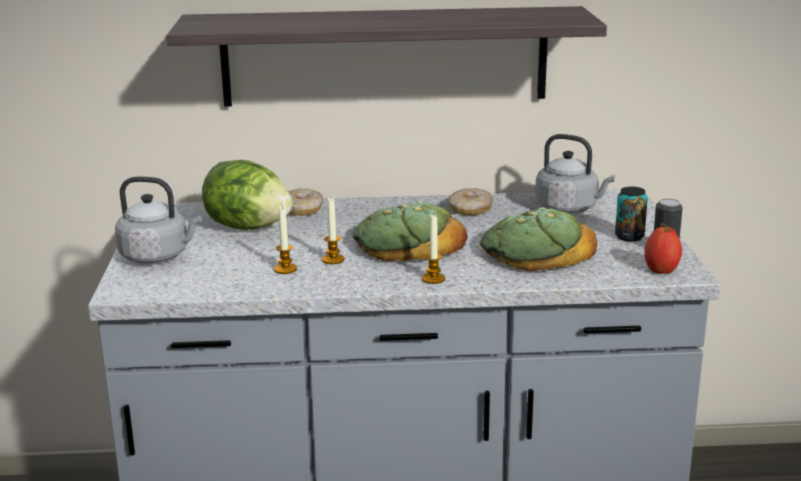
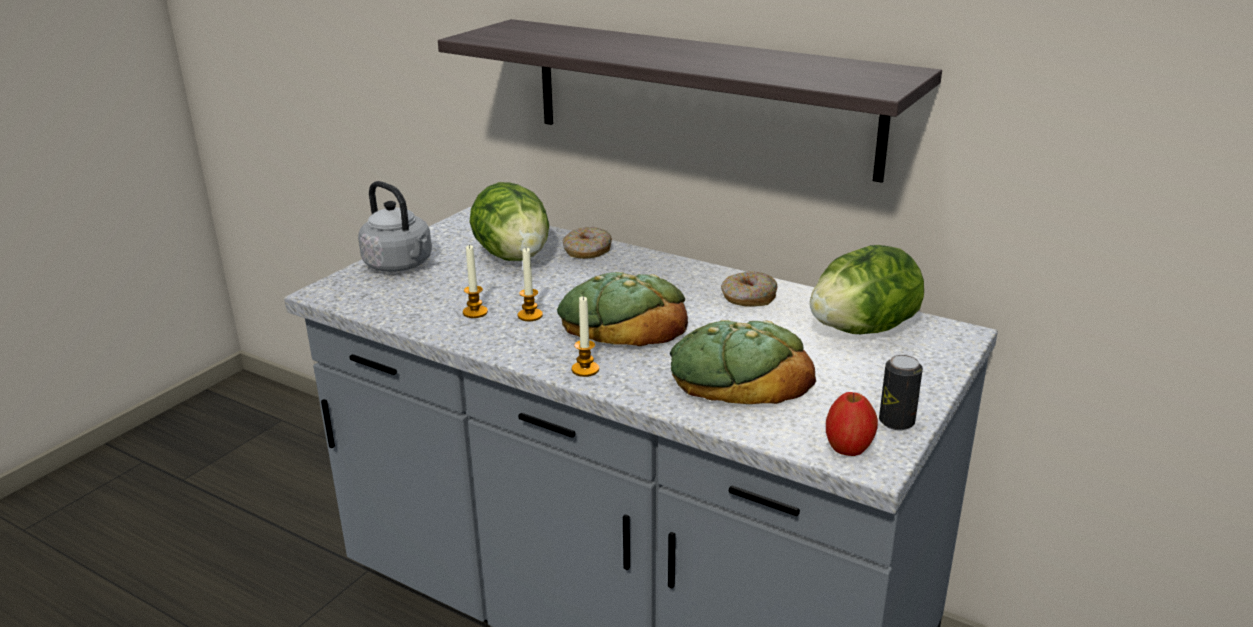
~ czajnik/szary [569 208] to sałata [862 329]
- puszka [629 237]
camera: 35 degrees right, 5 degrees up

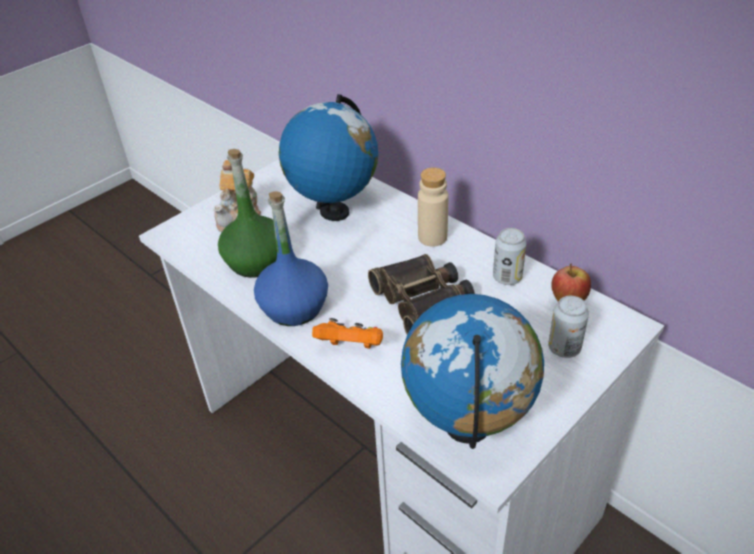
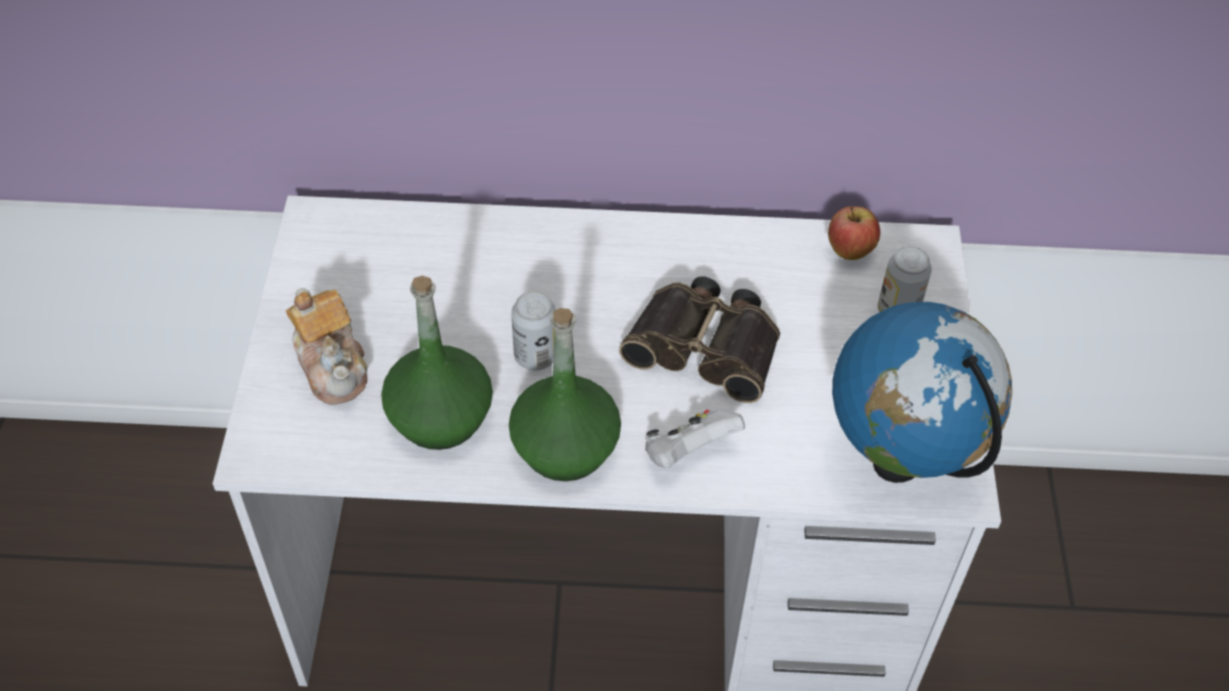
~ butelka/niebieski [294 307] to butelka/zielony [564 447]
- globus [334 212]
~ pad do gier/pomarańczowy [351 347] to pad do gier/biały [688 453]
- butelka/beżowy [432 237]
~ puszka [507 277] to [535 356]
camera: 45 degrees left, 10 degrees up

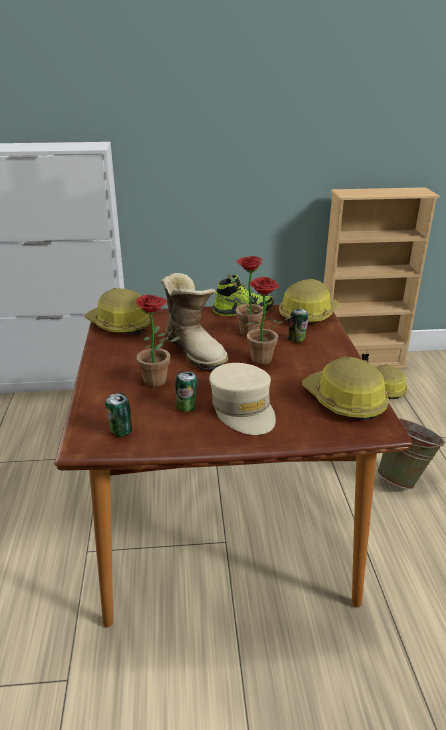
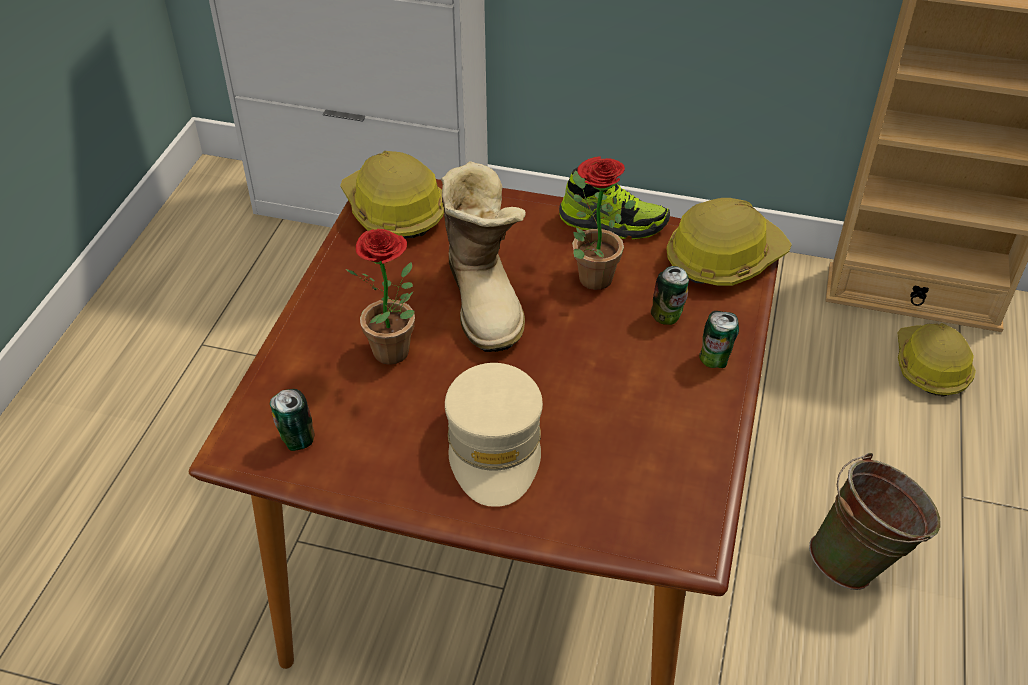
~ puszka [186 408] to [715 361]
- roślina doniczkowa [262 362]
- kask [344 401]
camera: 20 degrees right, 15 degrees up

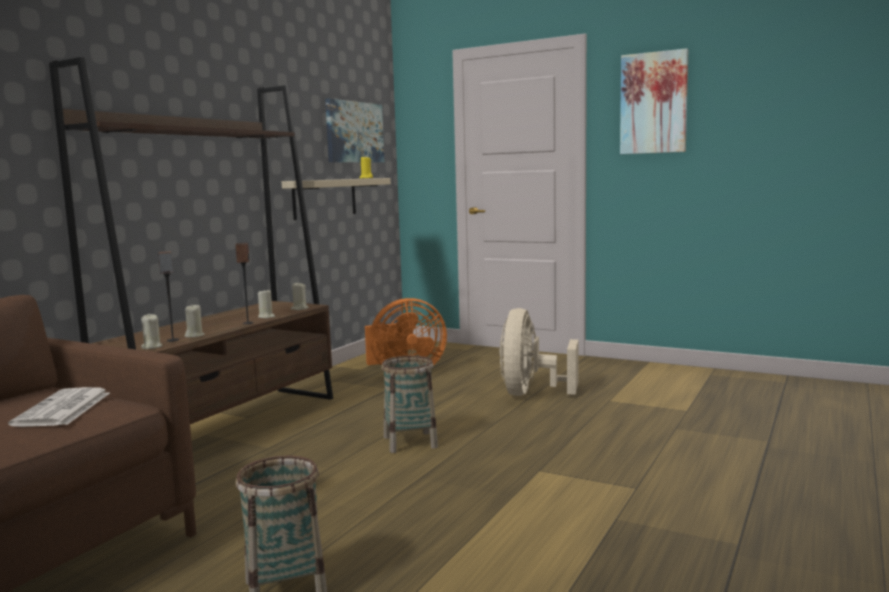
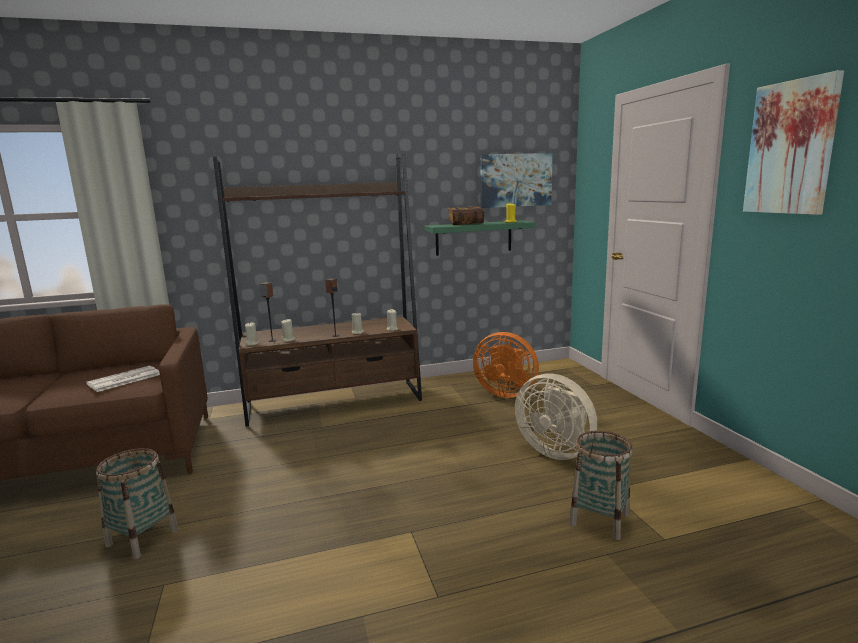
~ półka/beżowy [325 198] to półka/zielony [473 238]
~ koszyk [410 442] to [600 519]
~ wentylator/beżowy [530 393] = [556 450] 105 degrees counterclockwise
+ książka [465 224]
camera: 45 degrees right, 5 degrees up

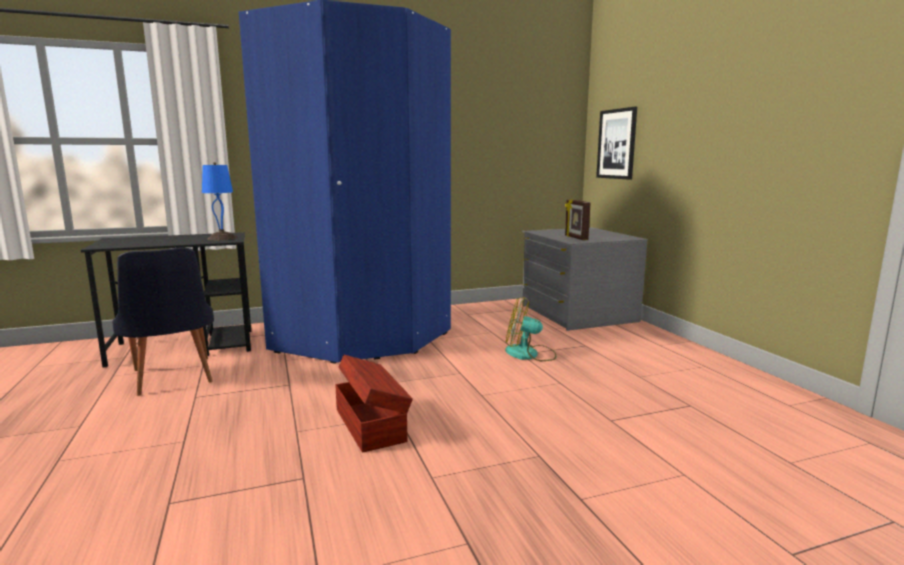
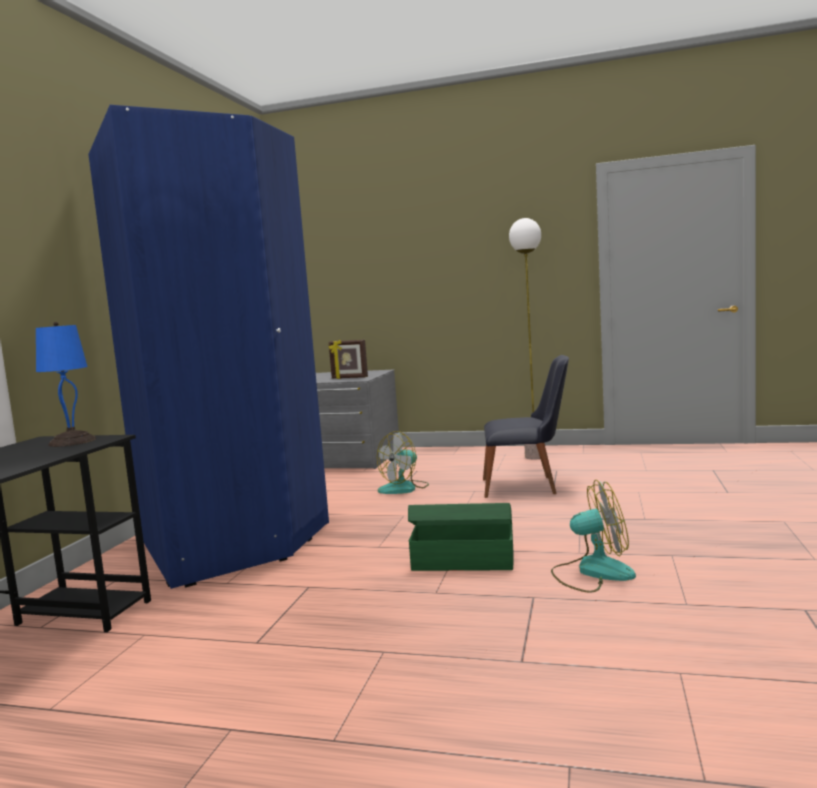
~ krzesło/czarny [172 379] to [527 486]
~ pojemnik do przechowywania/brązowy [371 424] to pojemnik do przechowywania/zielony [462 560]
- obraz [617 144]
+ lampa stojąca [534 457]
+ wentylator [592 572]
camera: 55 degrees left, 5 degrees down

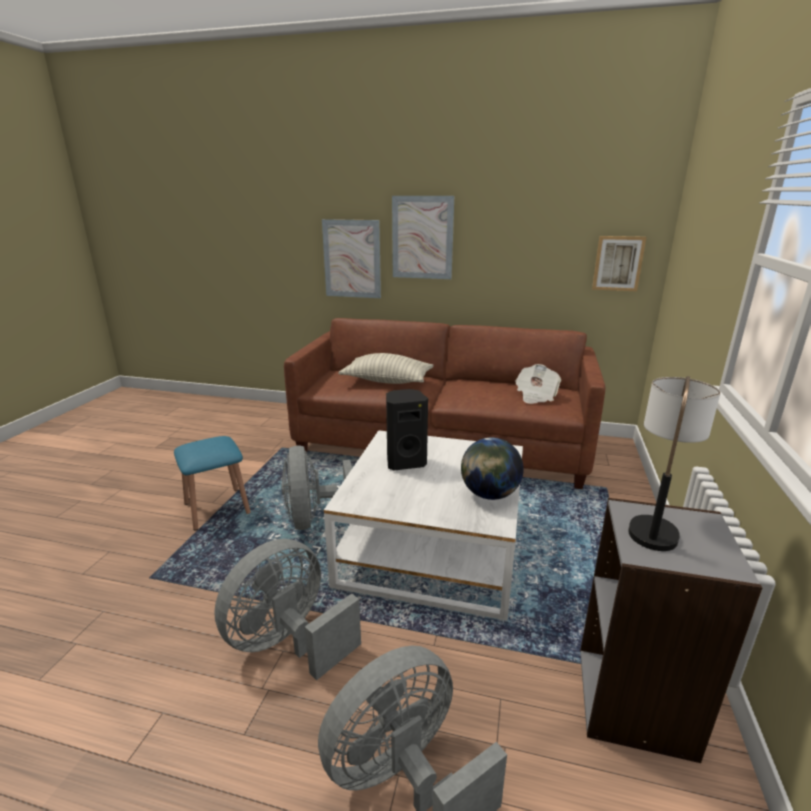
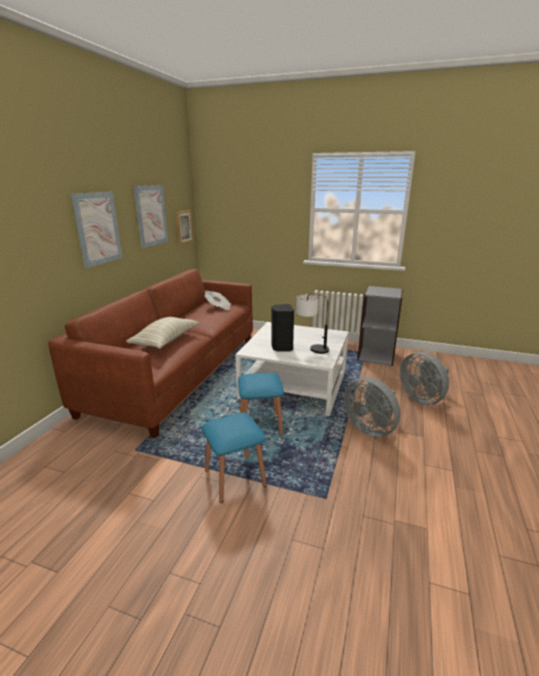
~ wentylator/szary [314 519] to stołek/niebieski [260 425]
~ obraz [352 259] to [151 216]
- globus [489 494]
~ lampa stołowa [655 521] to [311 347]
camera: 85 degrees left, 0 degrees up

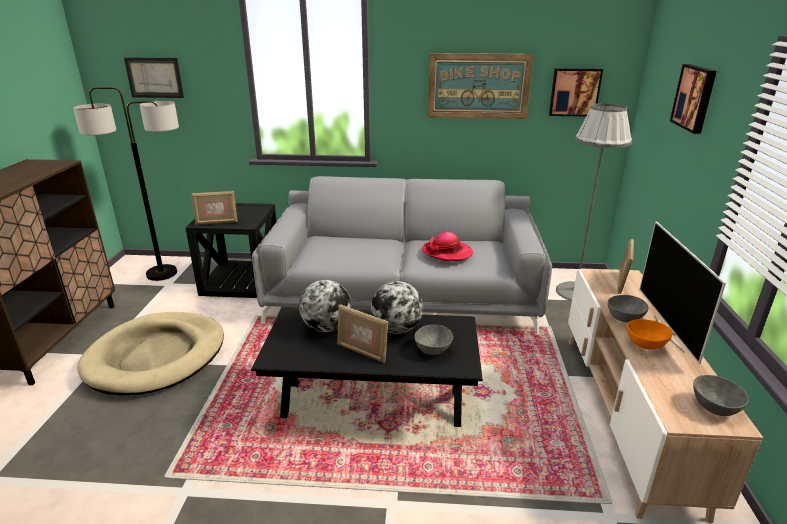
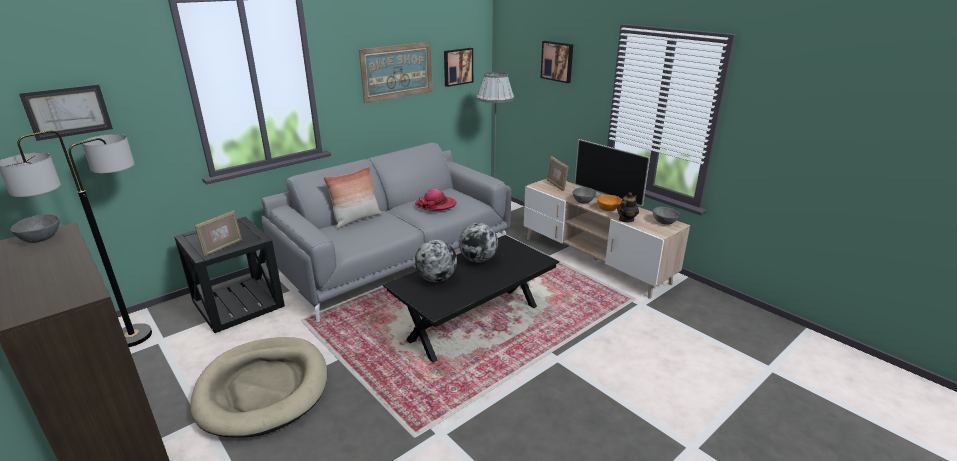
- ramka na zdjęcie [362 352]
~ miska/szary [433 349] to [42 238]
+ poduszka [356 219]
+ imbryk [626 220]
camera: 45 degrees left, 0 degrees up

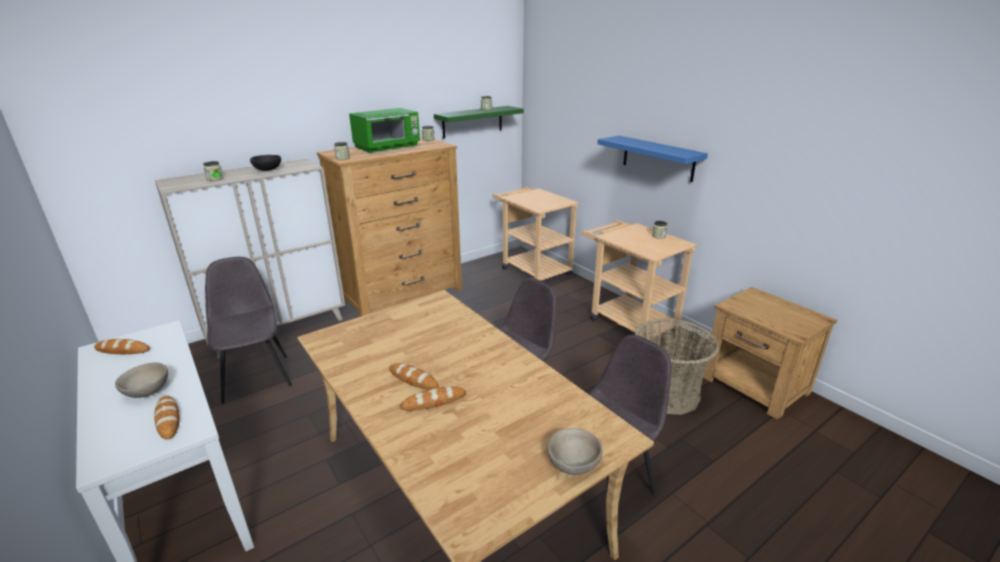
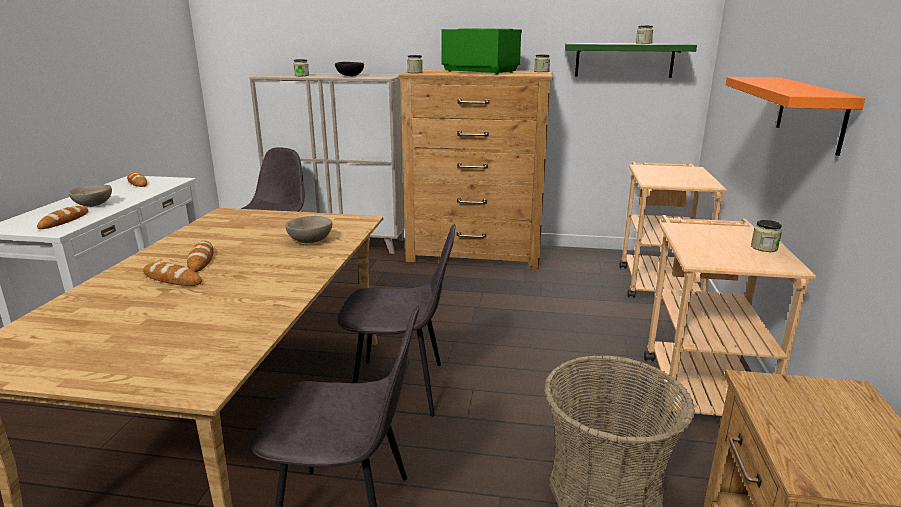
~ mikrofalówka/zielony [388 147] = [480 72] 150 degrees counterclockwise
~ miska/beżowy [573 463] to [311 241]
~ półka/niebieski [658 158] to półka/pomarańczowy [810 113]
camera: 45 degrees right, 5 degrees down

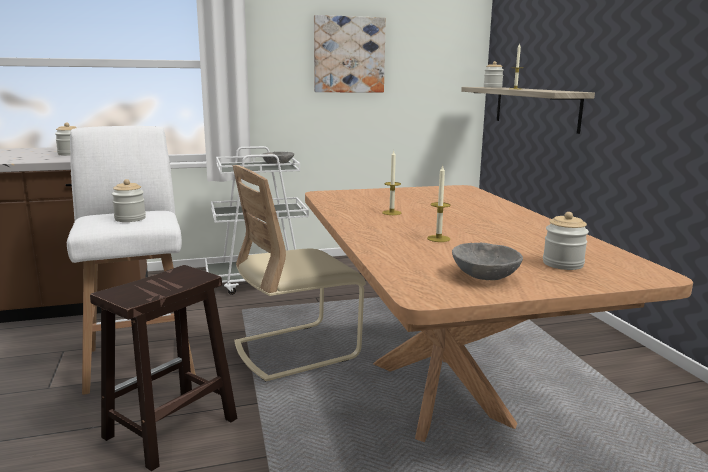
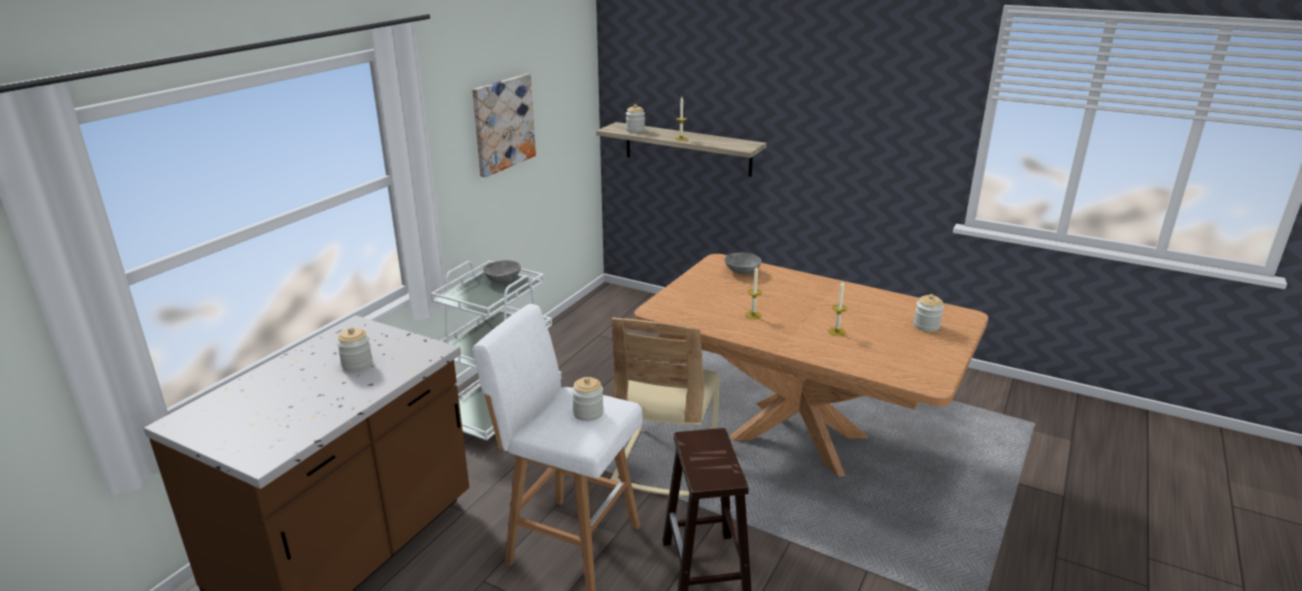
~ miska/szary [483 276] to [741 271]
camera: 45 degrees left, 10 degrees up

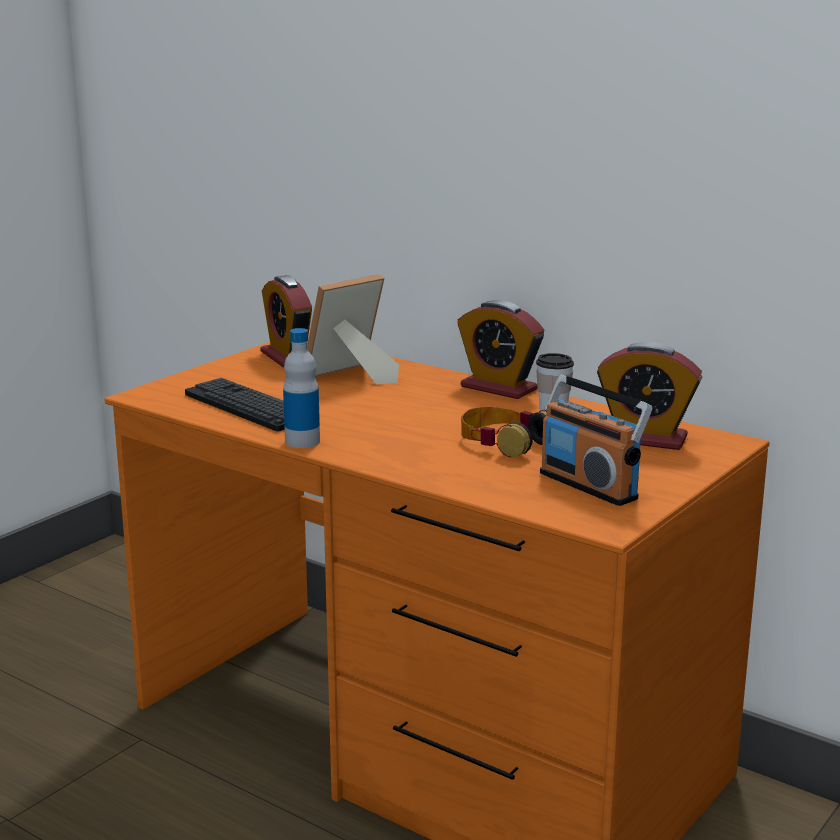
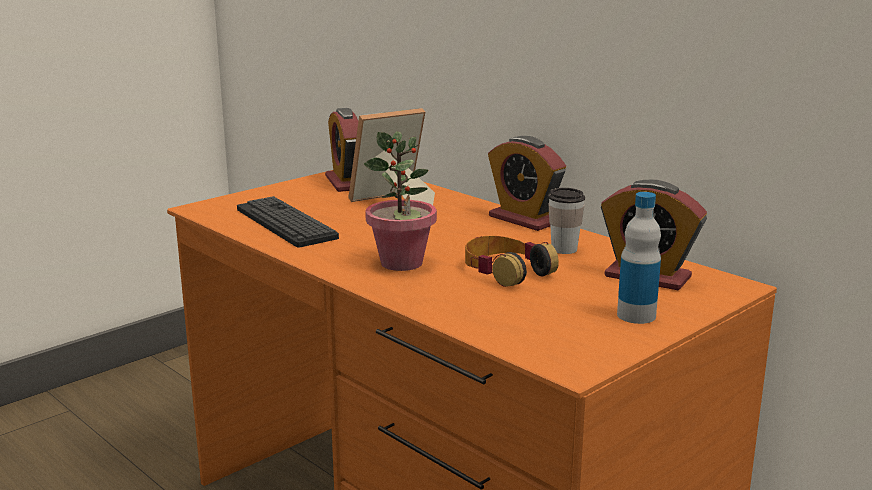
~ butelka [302 441] to [636 315]
- radio [589 485]
+ roślina doniczkowa [402 263]
camera: 10 degrees right, 0 degrees up

